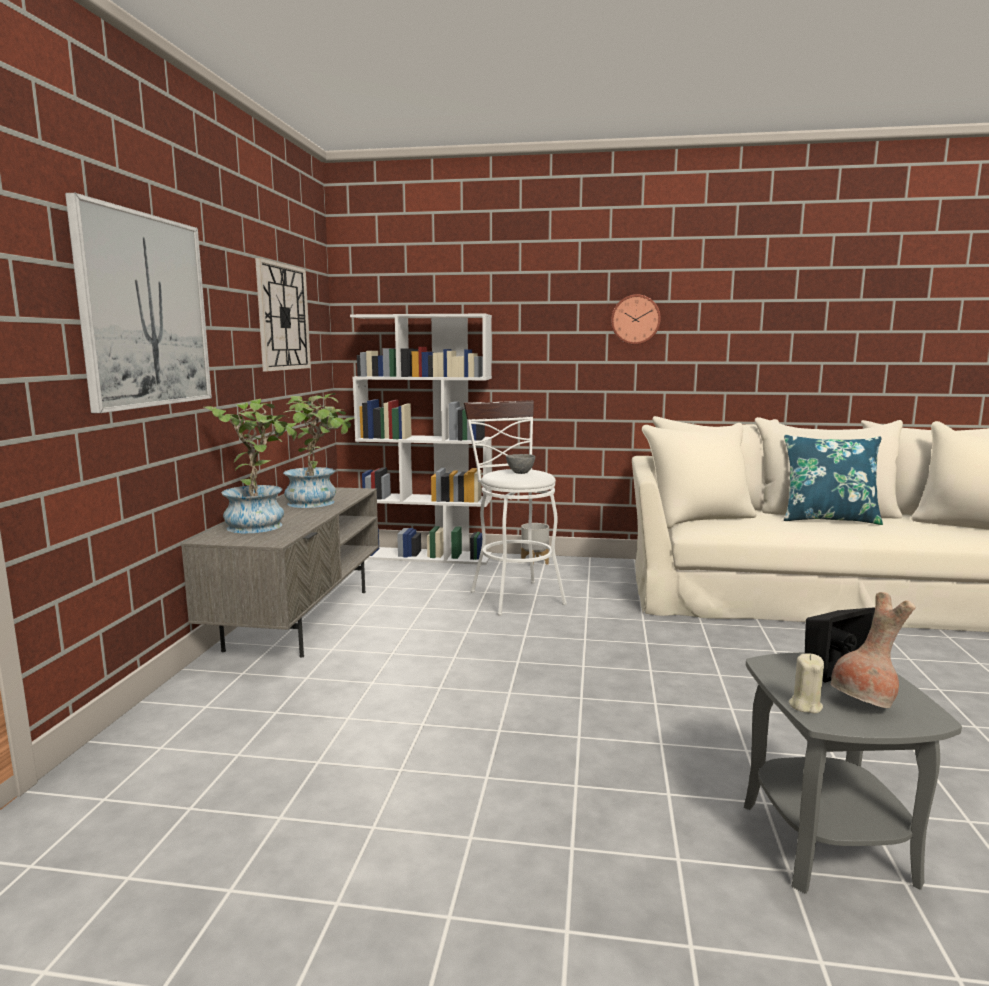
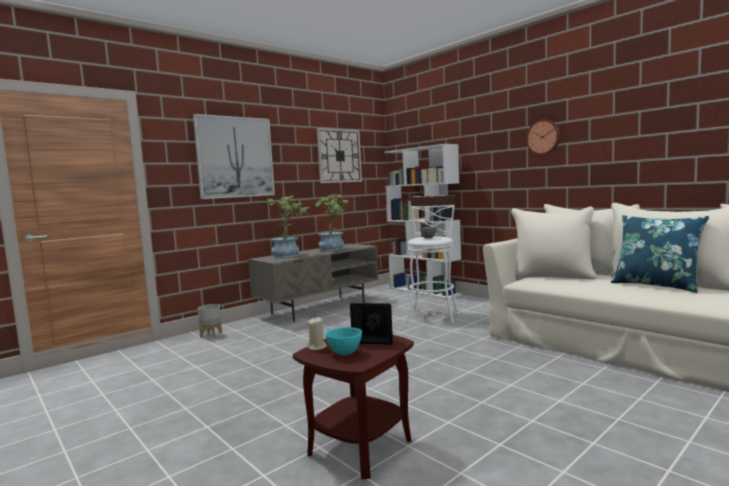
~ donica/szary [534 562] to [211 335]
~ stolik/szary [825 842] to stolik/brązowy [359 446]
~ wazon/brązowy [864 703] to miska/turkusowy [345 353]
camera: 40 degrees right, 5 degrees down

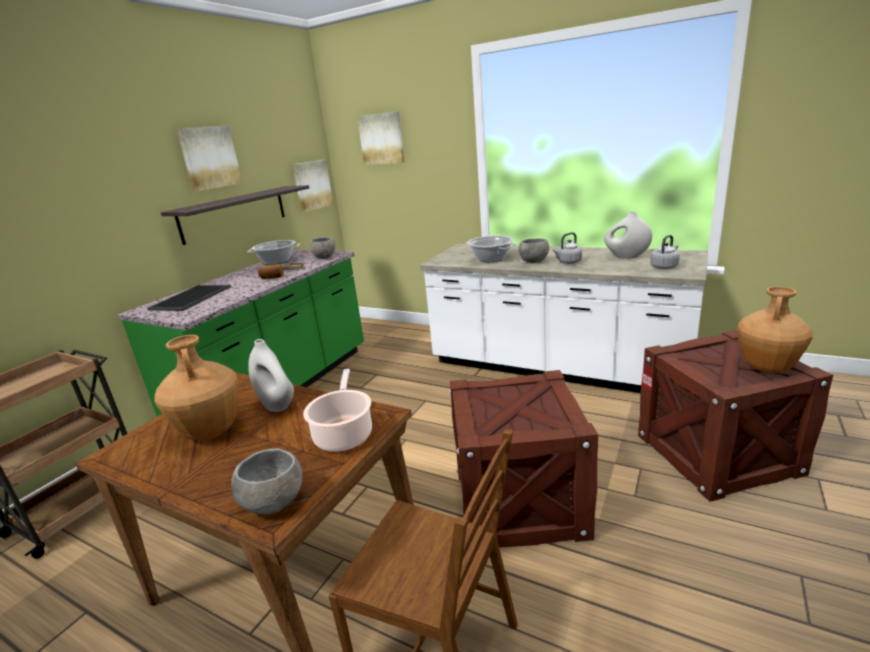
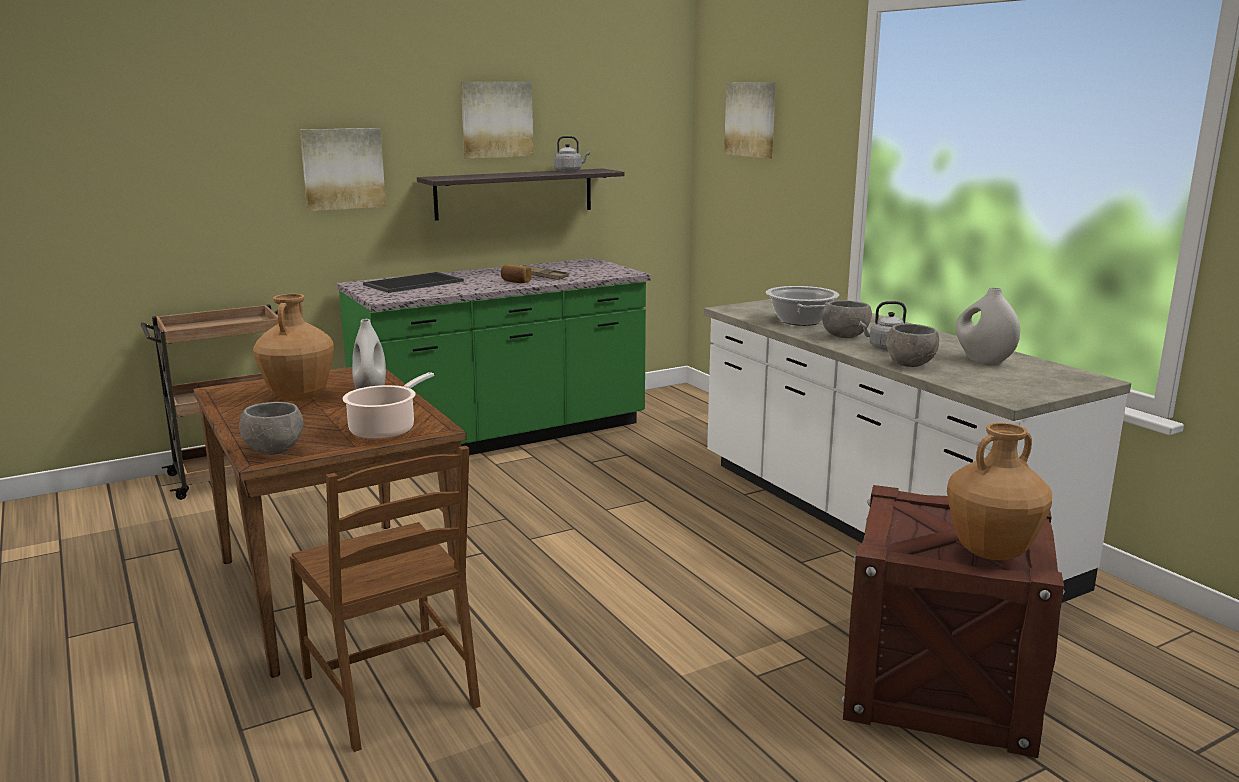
- garnek [277 261]
~ obraz [312 185] to [343 168]
~ miska/szary [324 257] to [910 364]
- skrzynka [518 501]
~ czajnik/szary [664 267] to [569 171]
camera: 30 degrees right, 5 degrees down

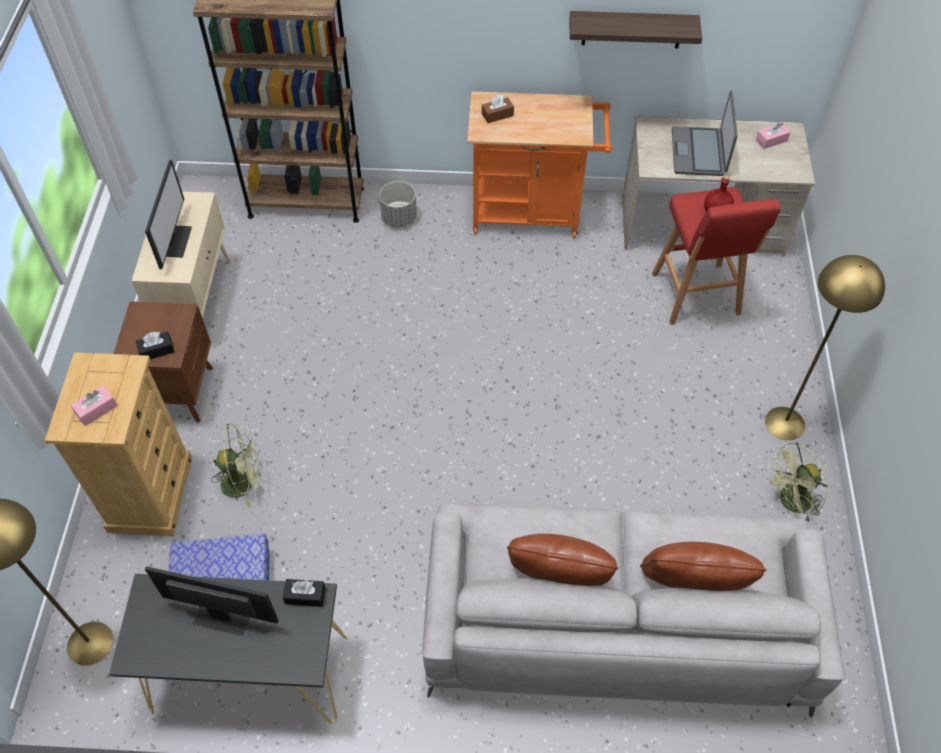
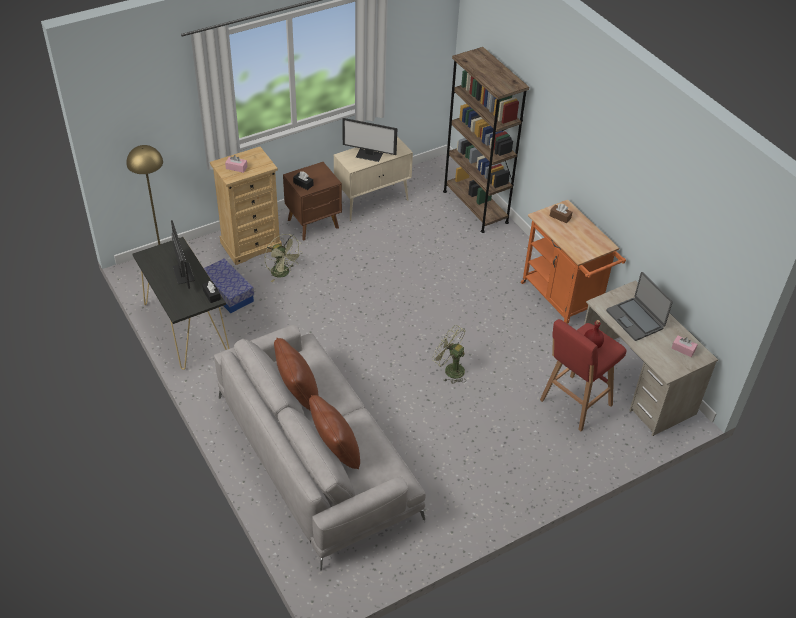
~ monitor [174 241] = [369 155] 45 degrees clockwise
- donica/szary [399 217]
- półka [632 29]
~ laptop [699 152] = [635 319] 90 degrees counterclockwise
- lampa stojąca/żółty [785 423]
~ wentylator/zielony [789 503] to [450 369]
camera: 55 degrees right, 10 degrees down

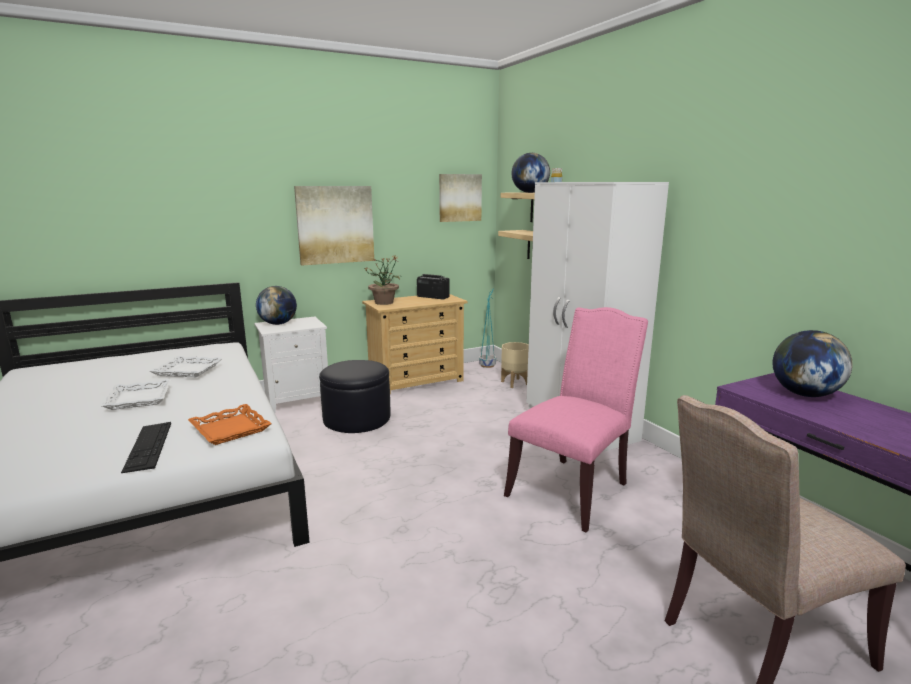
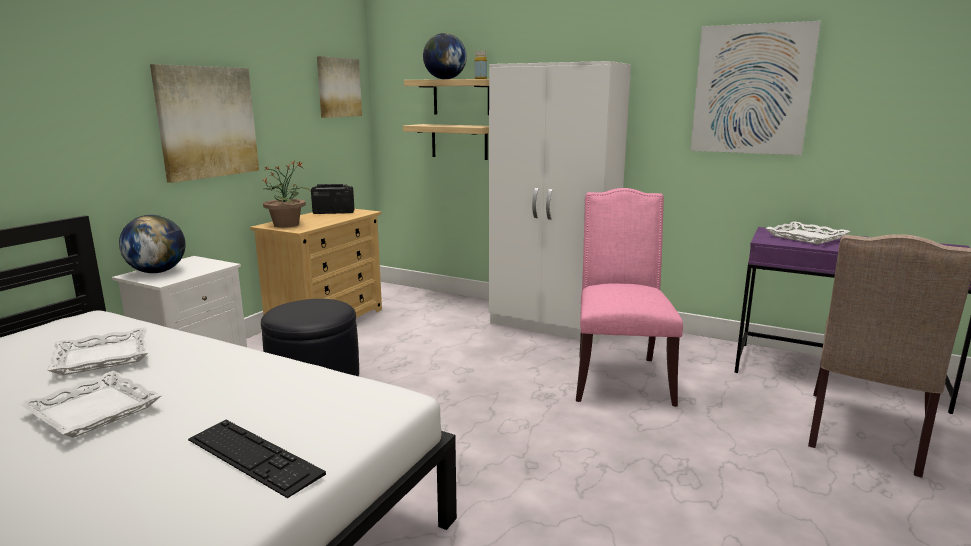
- taca/pomarańczowy [231 429]
- donica/turkusowy [487 365]
- donica/beżowy [515 383]
~ globus [804 394] to taca/biały [805 237]
+ obraz [751 90]
camera: 35 degrees left, 0 degrees up

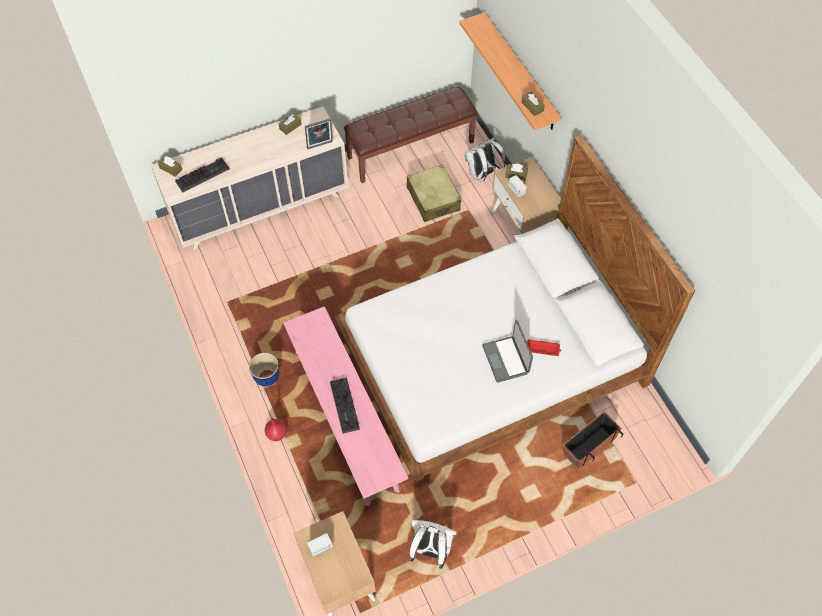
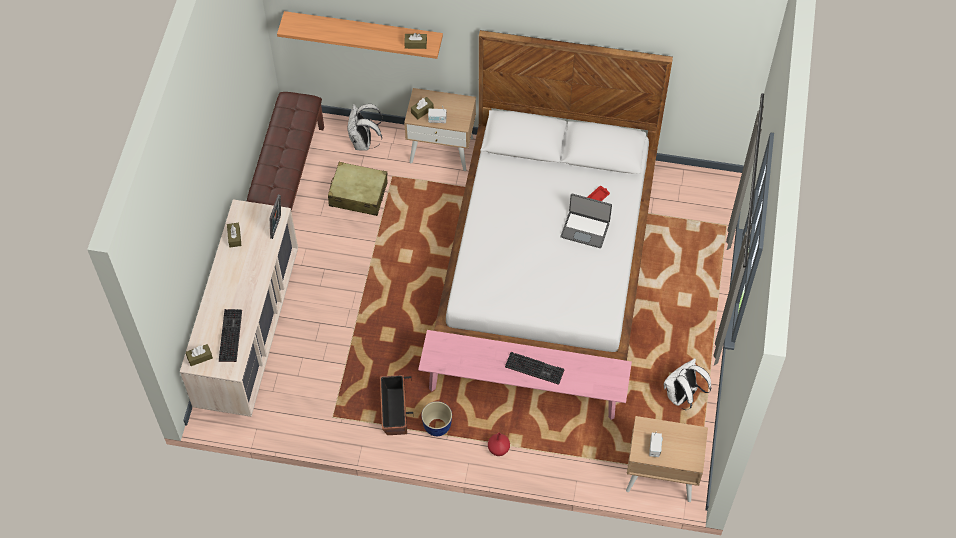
~ donica [589 446] to [395 411]
camera: 55 degrees left, 0 degrees up

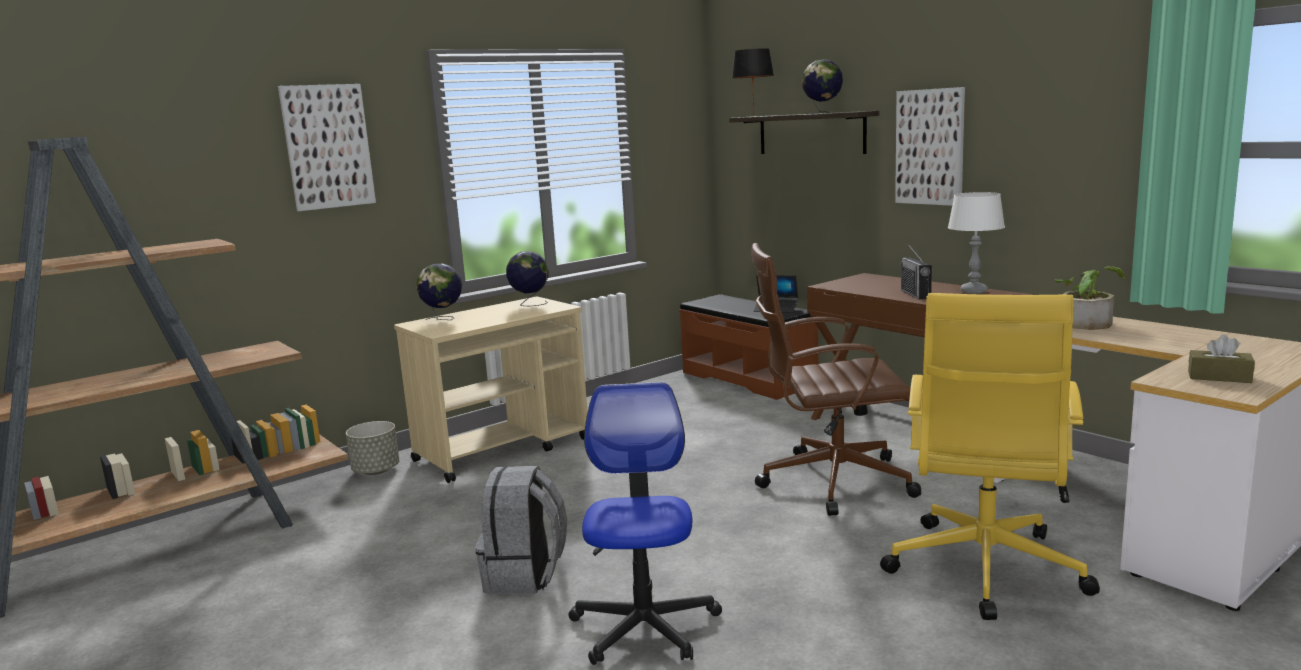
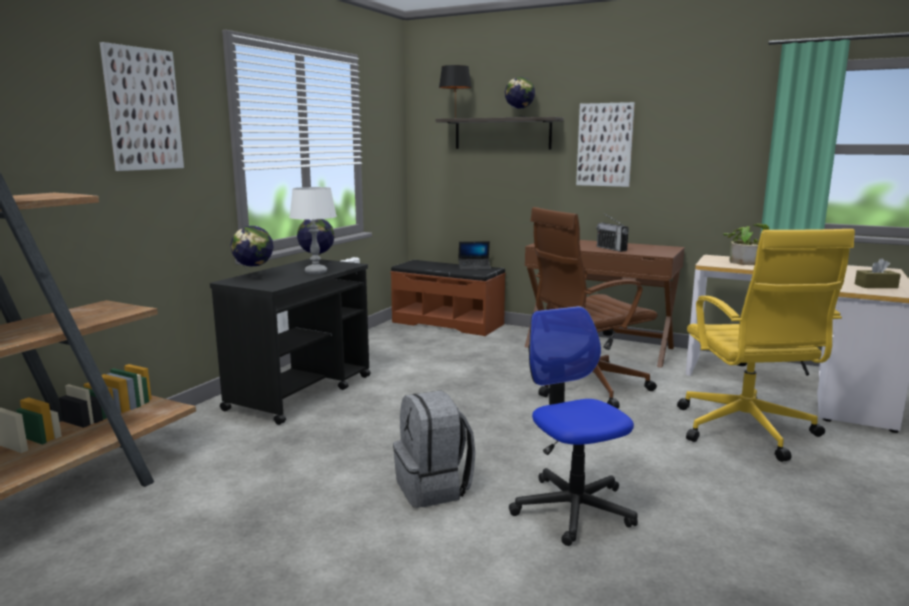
- donica/szary [376 470]
~ wózek/beżowy [504 449] to wózek/czarny [301 392]
~ lampa stołowa/biały [973 291] to [316 272]
camera: 25 degrees left, 0 degrees up

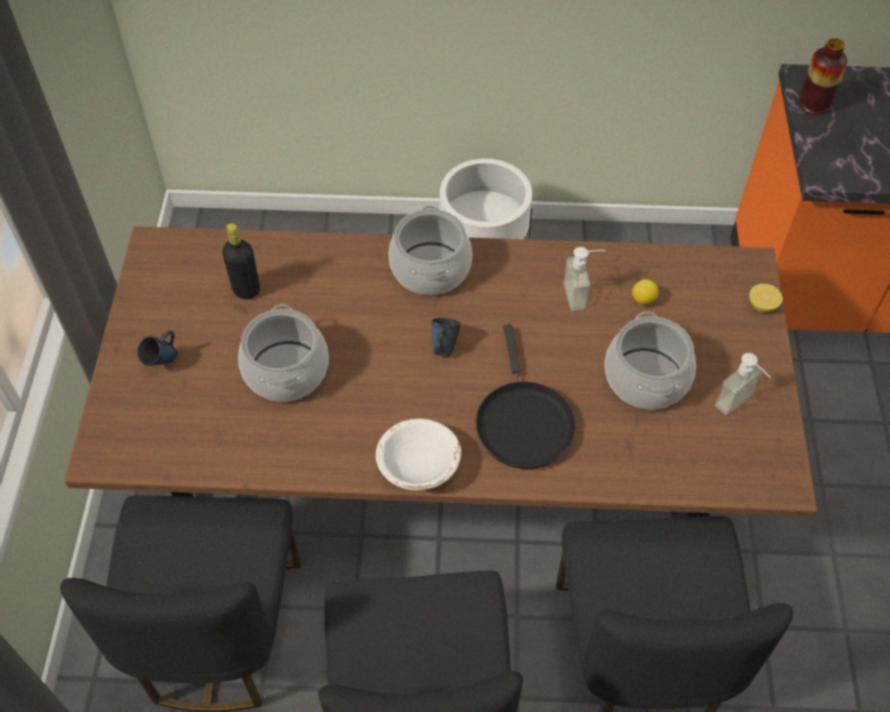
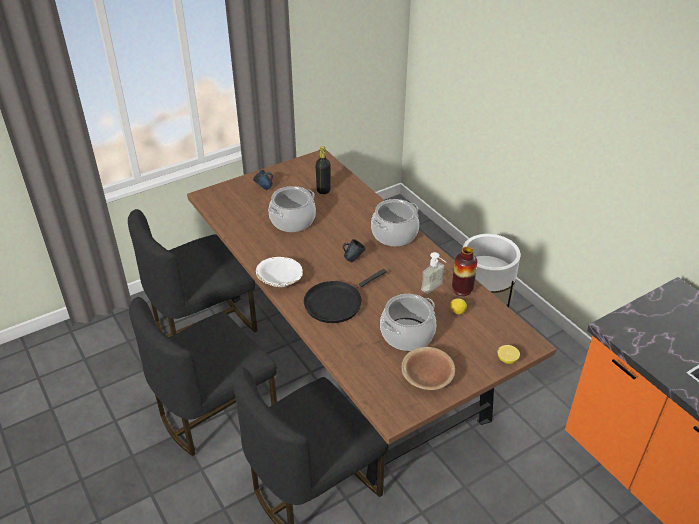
~ dozownik mydła [740 405] to miska/brązowy [427 378]
~ wazon [813 105] to [462 290]
camera: 55 degrees right, 15 degrees down

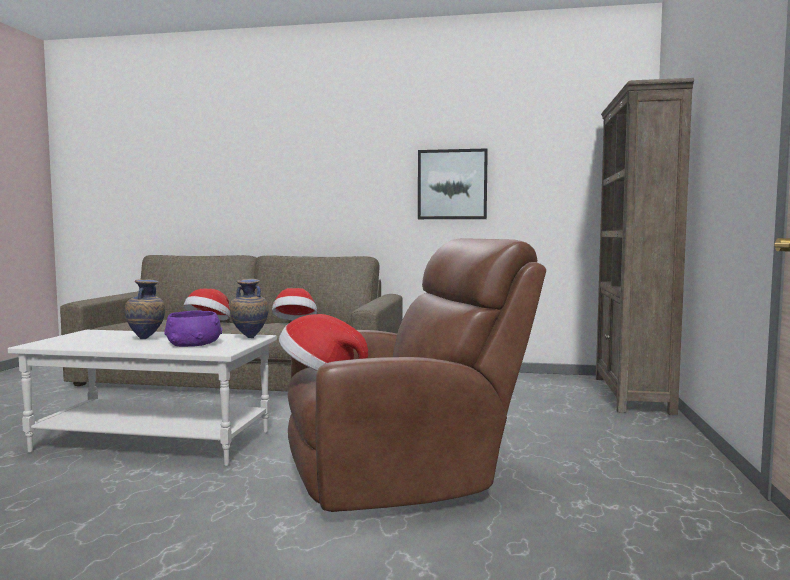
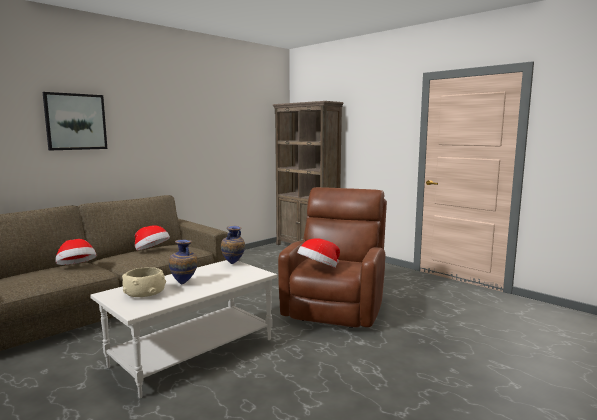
- miska/fioletowy [194 344]
~ obraz [452 184] to [75 122]
+ miska/beżowy [144 294]
camera: 55 degrees left, 5 degrees up

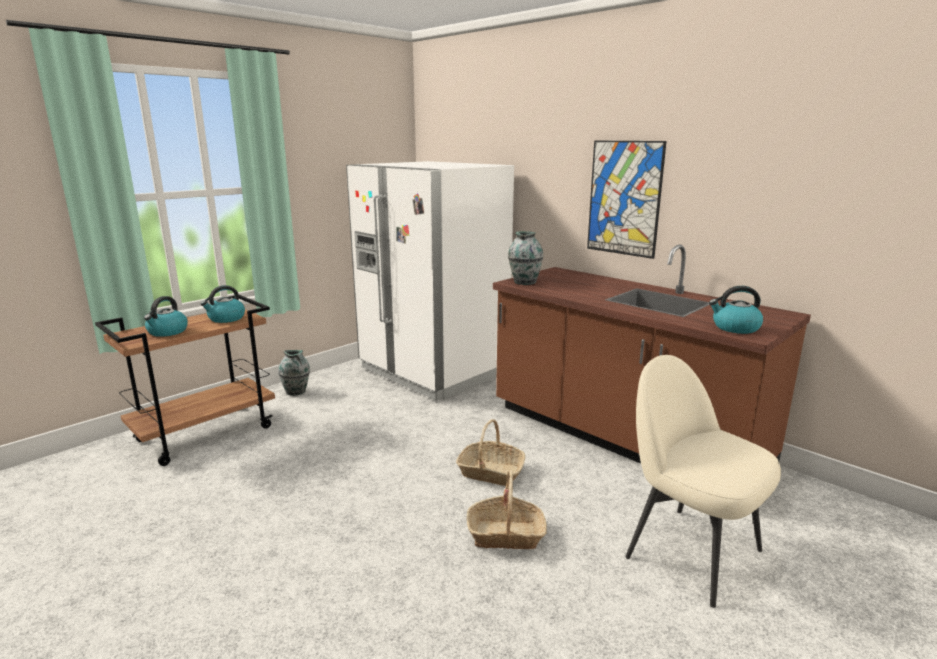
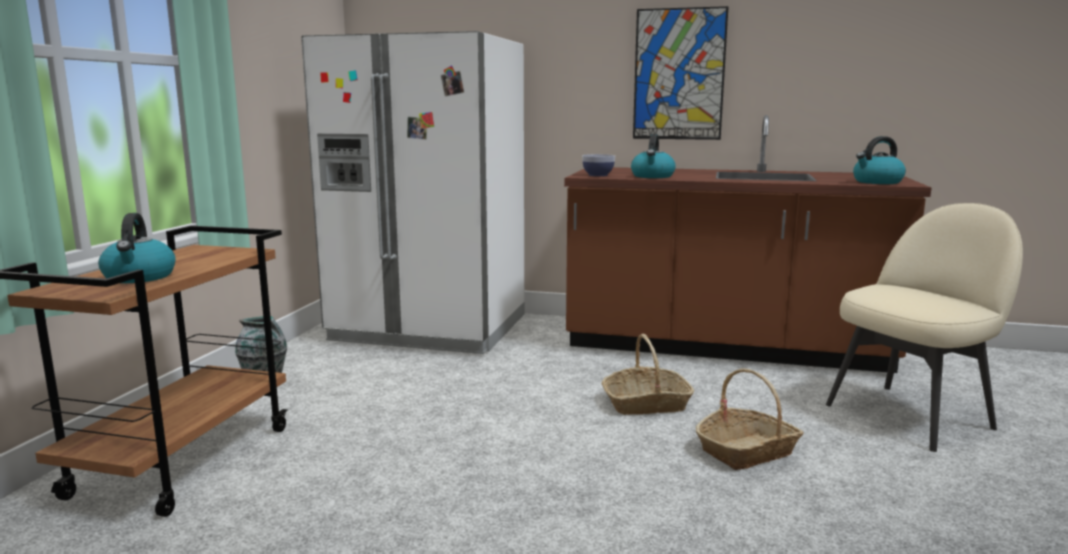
~ czajnik [226 319] to [652 176]
~ wazon [525 282] to miska [598 175]
~ krzesło/beżowy [689 551] = [911 415] 135 degrees clockwise
camera: 30 degrees left, 5 degrees down

